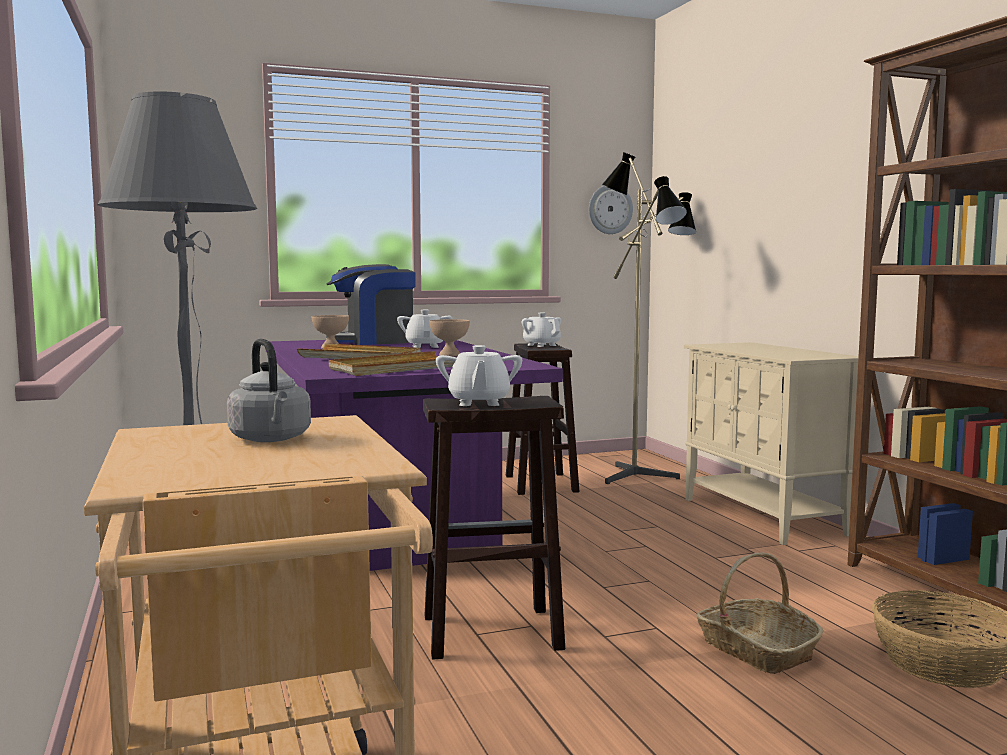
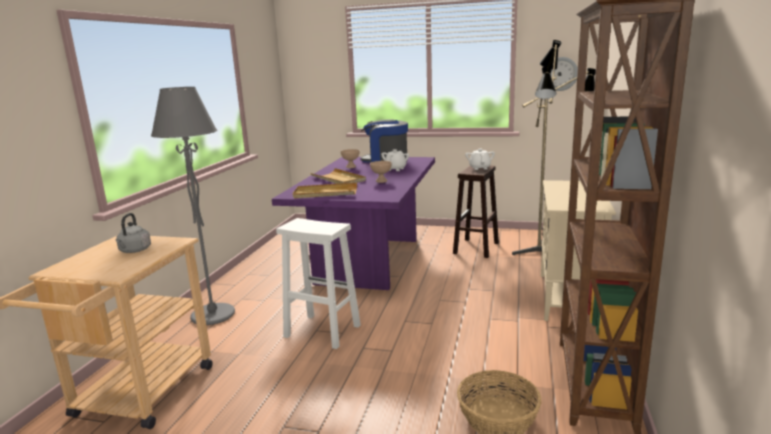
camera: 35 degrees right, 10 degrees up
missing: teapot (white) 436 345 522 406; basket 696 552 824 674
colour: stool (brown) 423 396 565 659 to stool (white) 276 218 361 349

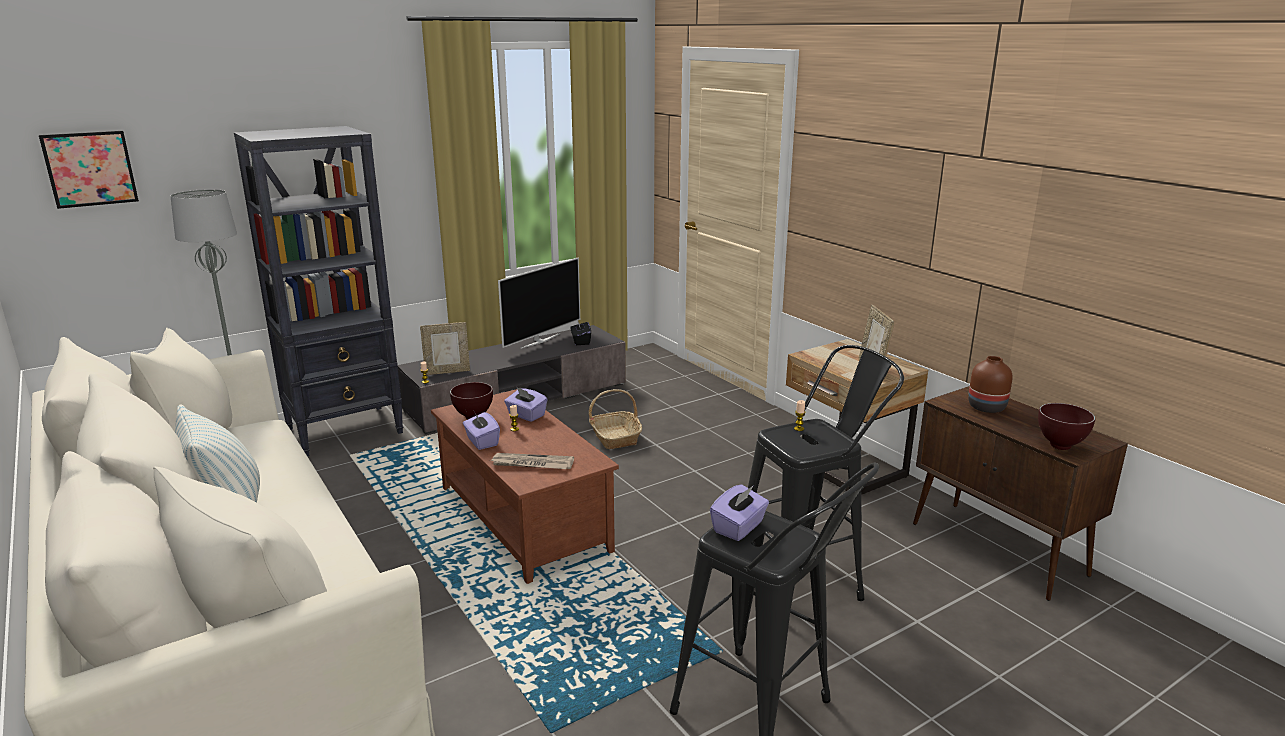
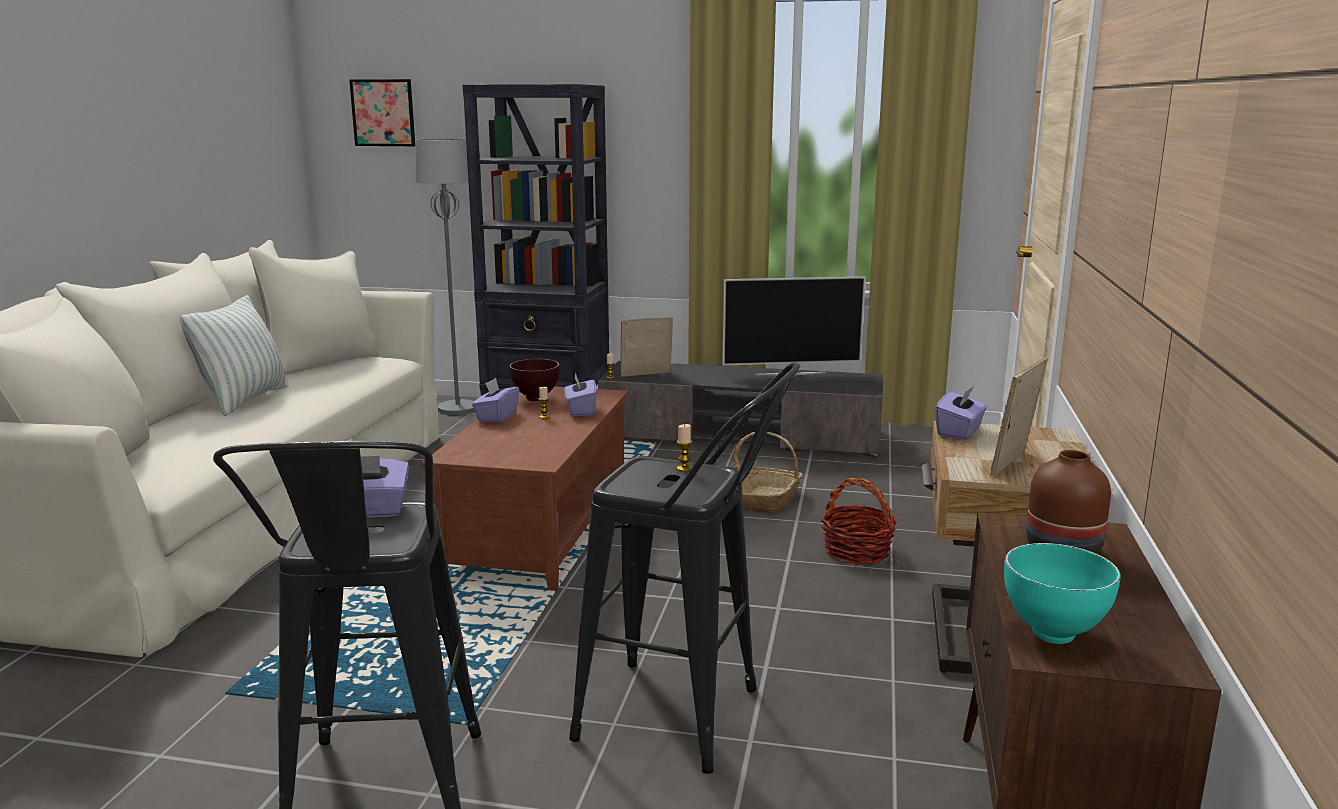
camera: 45 degrees right, 5 degrees down
missing: tissue box (black) 570 319 591 345; newspaper 490 453 574 469
appeared: tissue box (purple) 935 386 987 440; basket 821 478 897 565
colour: bowl (brown) 1038 403 1095 450 to bowl (turquoise) 1004 543 1121 644
spun: picture frame 420 322 470 375 = 620 317 673 377 135 degrees clockwise

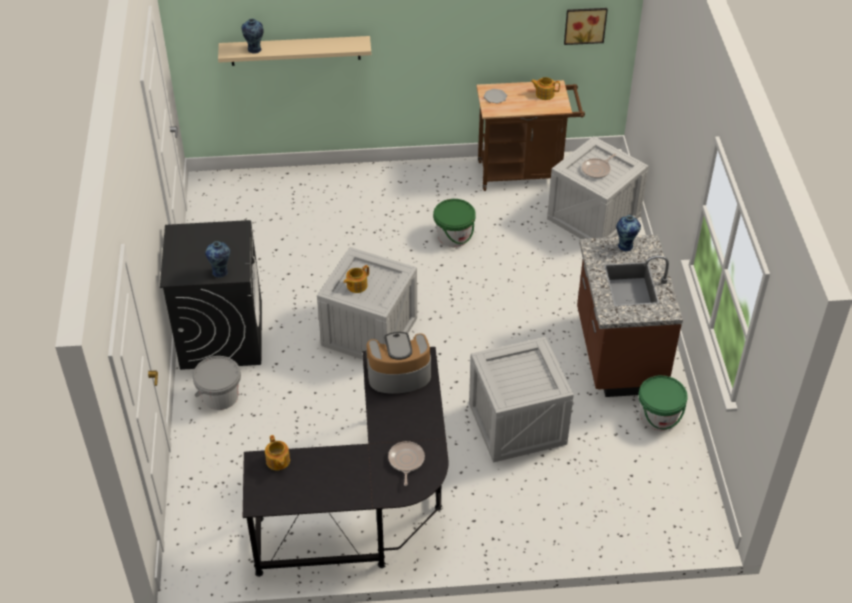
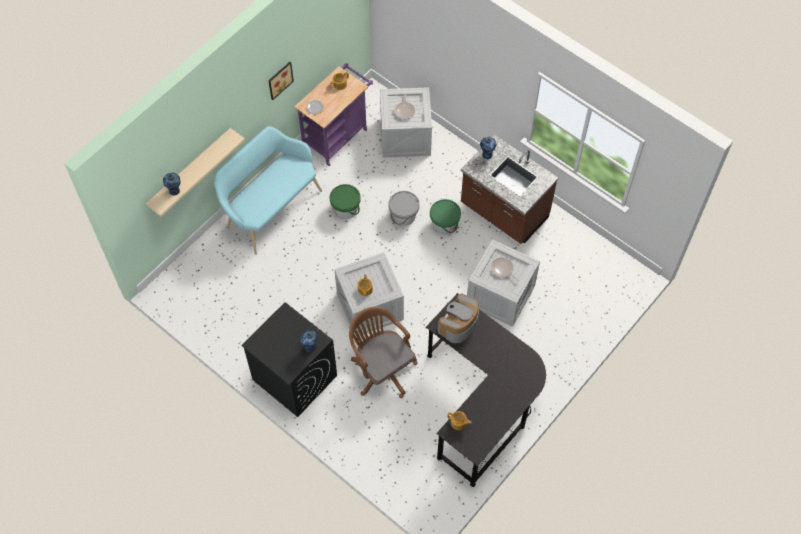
camera: 45 degrees left, 15 degrees up
appeared: bench (turquoise) 214 126 322 255; office chair (brown) 349 307 417 398
relocated: picture 564 8 608 45 to 268 62 294 100; bucket (grey) 193 356 241 410 to 388 191 420 226; bucket (green) 638 375 688 430 to 430 199 461 234; frying pan 388 441 425 486 to 491 257 519 281
colour: cart (brown) 477 80 585 191 to cart (purple) 295 63 373 166

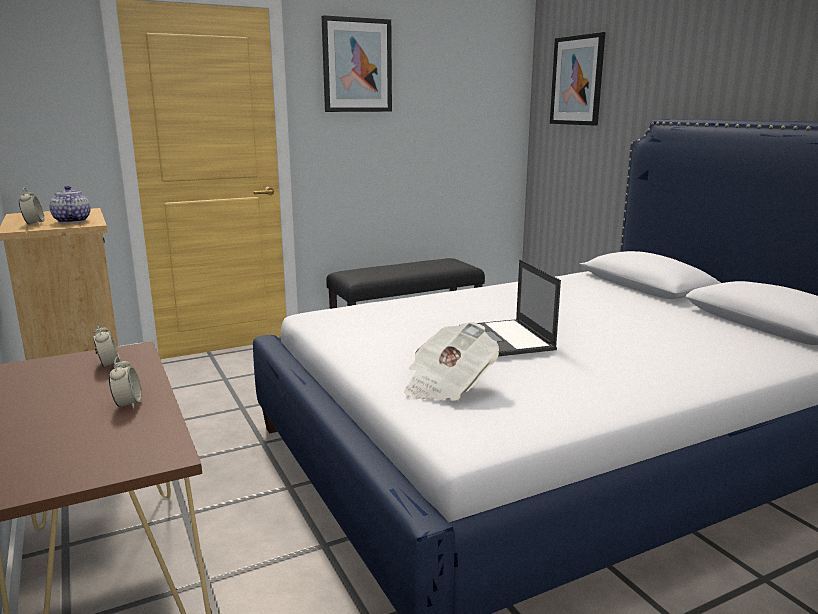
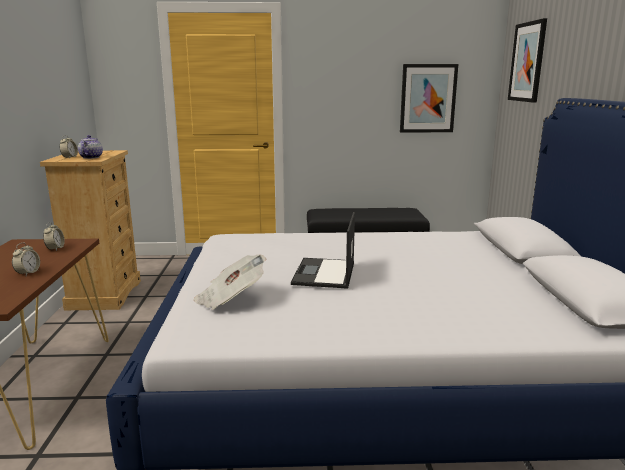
camera: 25 degrees right, 0 degrees up
relocated: picture 321 15 392 112 to 400 64 458 132

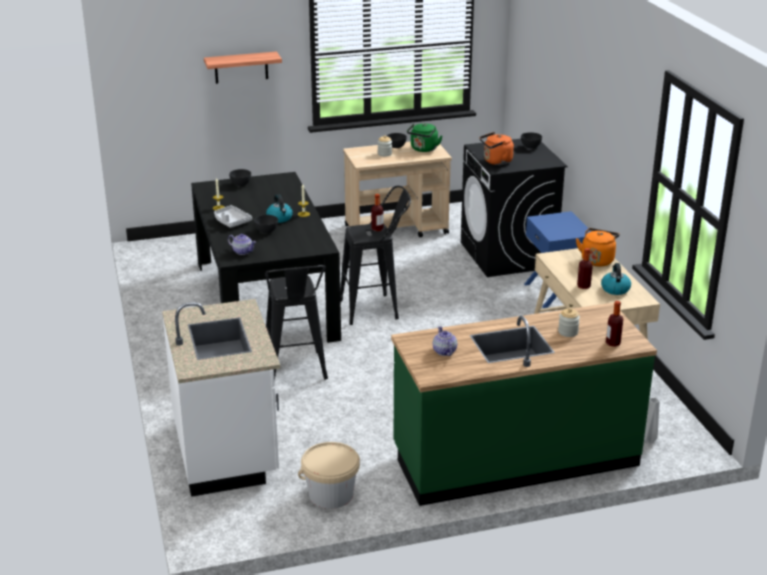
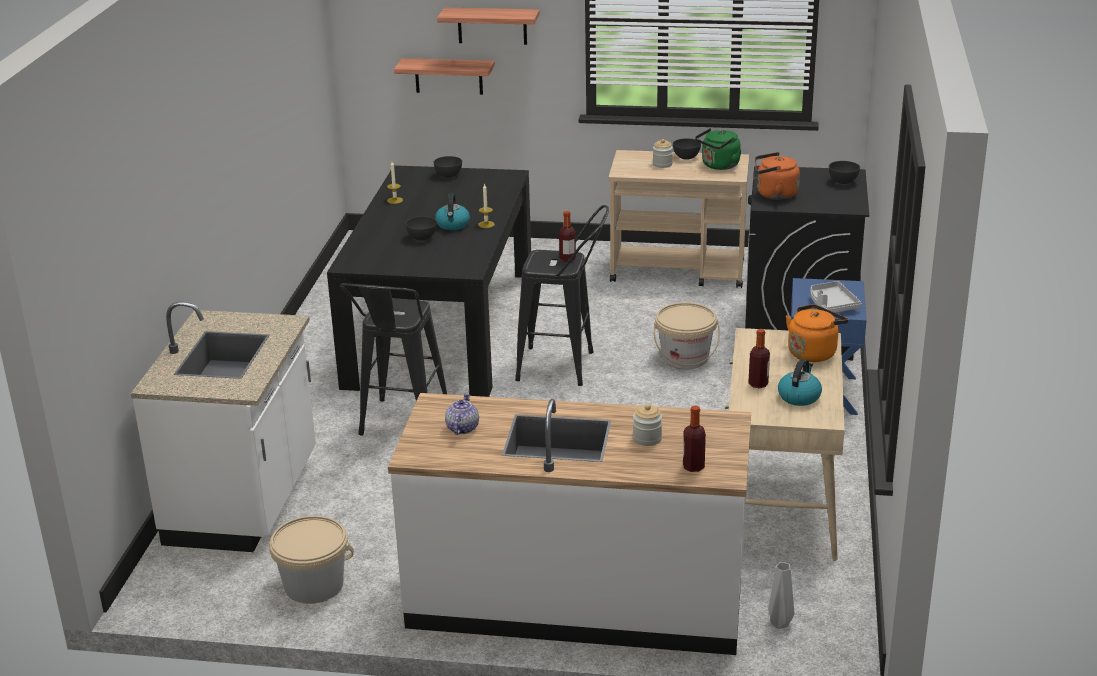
camera: 25 degrees right, 0 degrees up
missing: teapot 228 234 256 255
appeared: shelf 394 58 495 95; bucket (beige) 654 303 720 369
relocated: tray (grey) 214 205 252 228 to 811 281 861 312
colour: counter (green) 391 303 657 506 to counter (white) 388 393 751 655

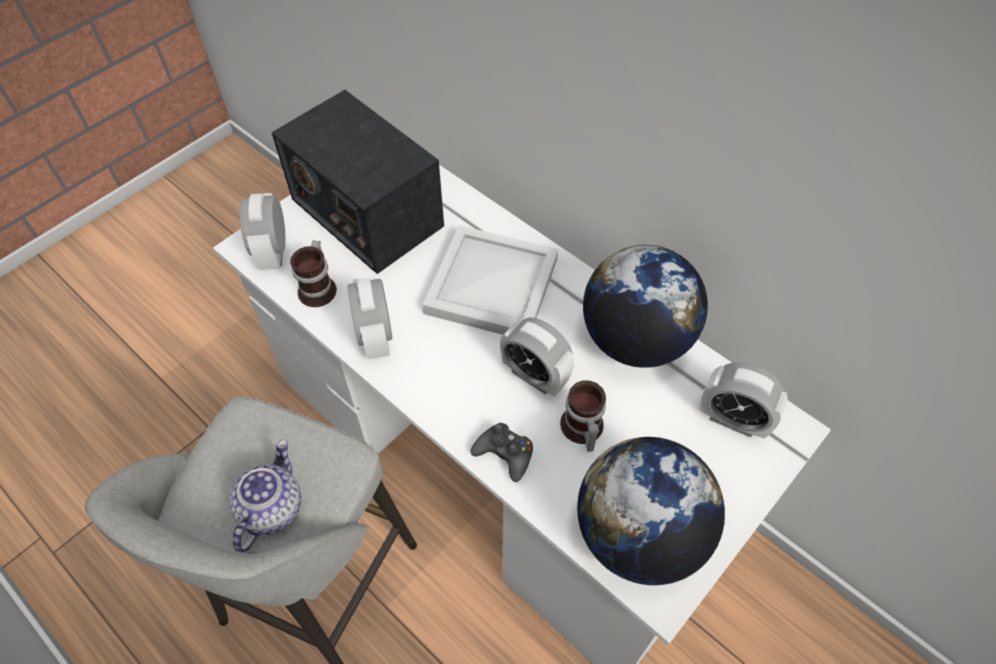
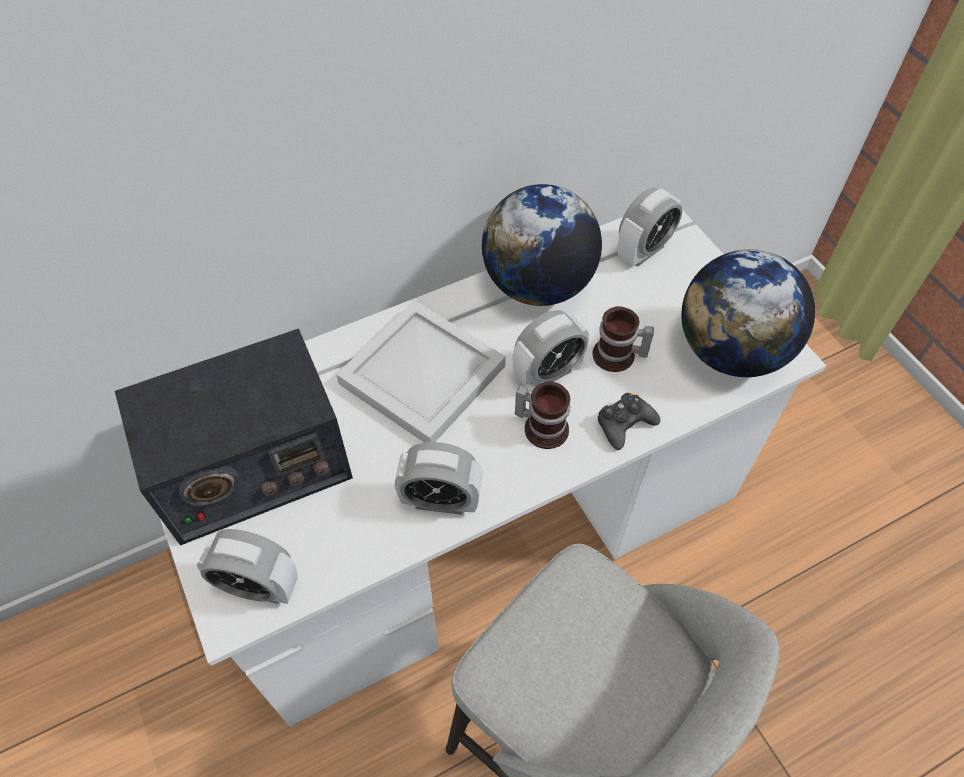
camera: 70 degrees left, 0 degrees up
missing: teapot 229 439 301 553
relocated: mug 290 240 337 307 to 515 381 570 449

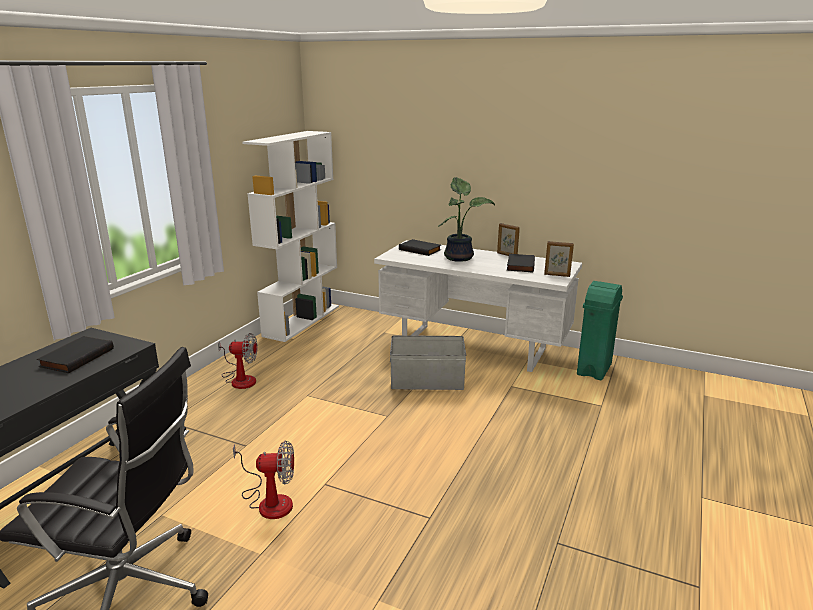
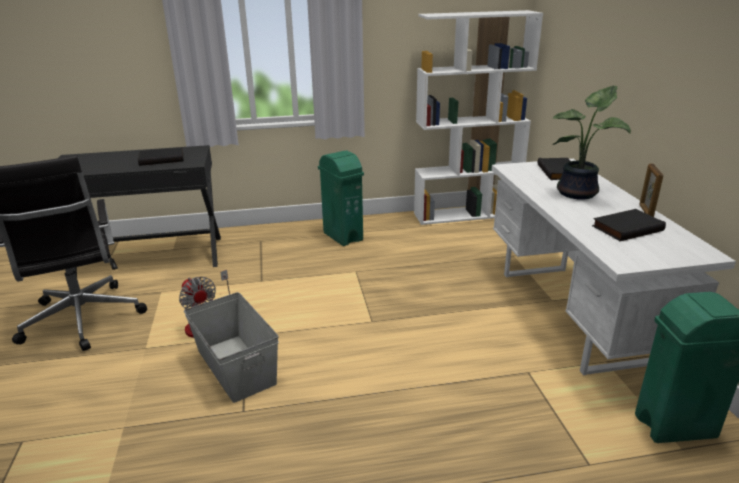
camera: 55 degrees right, 5 degrees up
missing: picture frame 544 241 574 277
relocated: storage box (grey) 390 335 466 390 to 184 292 279 403
exchanged: fan 218 333 258 389 to trash can (green) 318 151 364 246

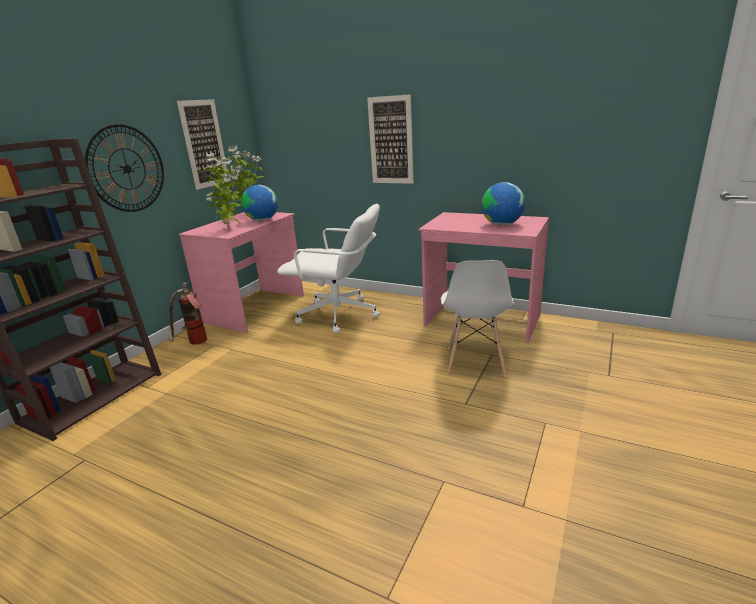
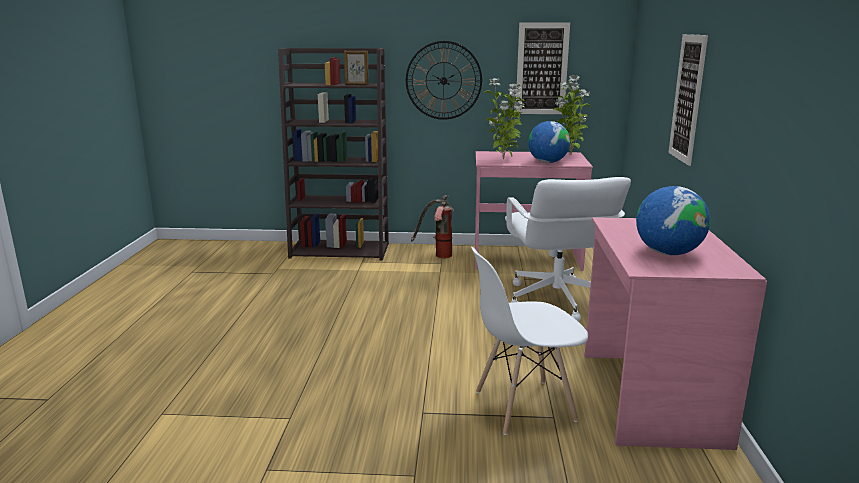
camera: 65 degrees right, 5 degrees down
appeared: picture frame 344 51 369 85

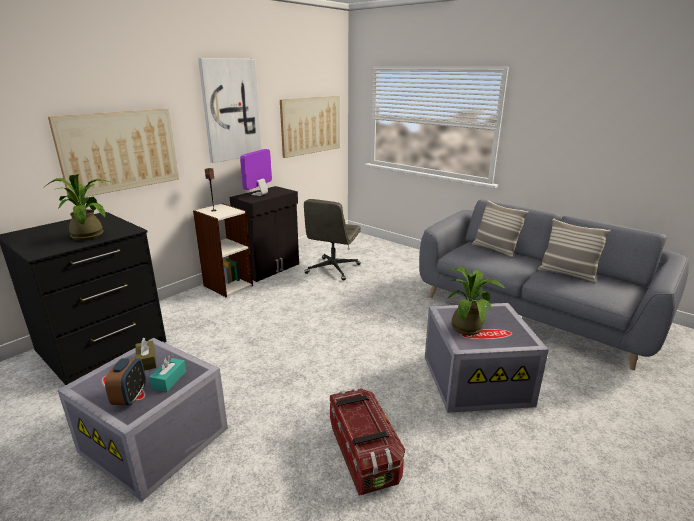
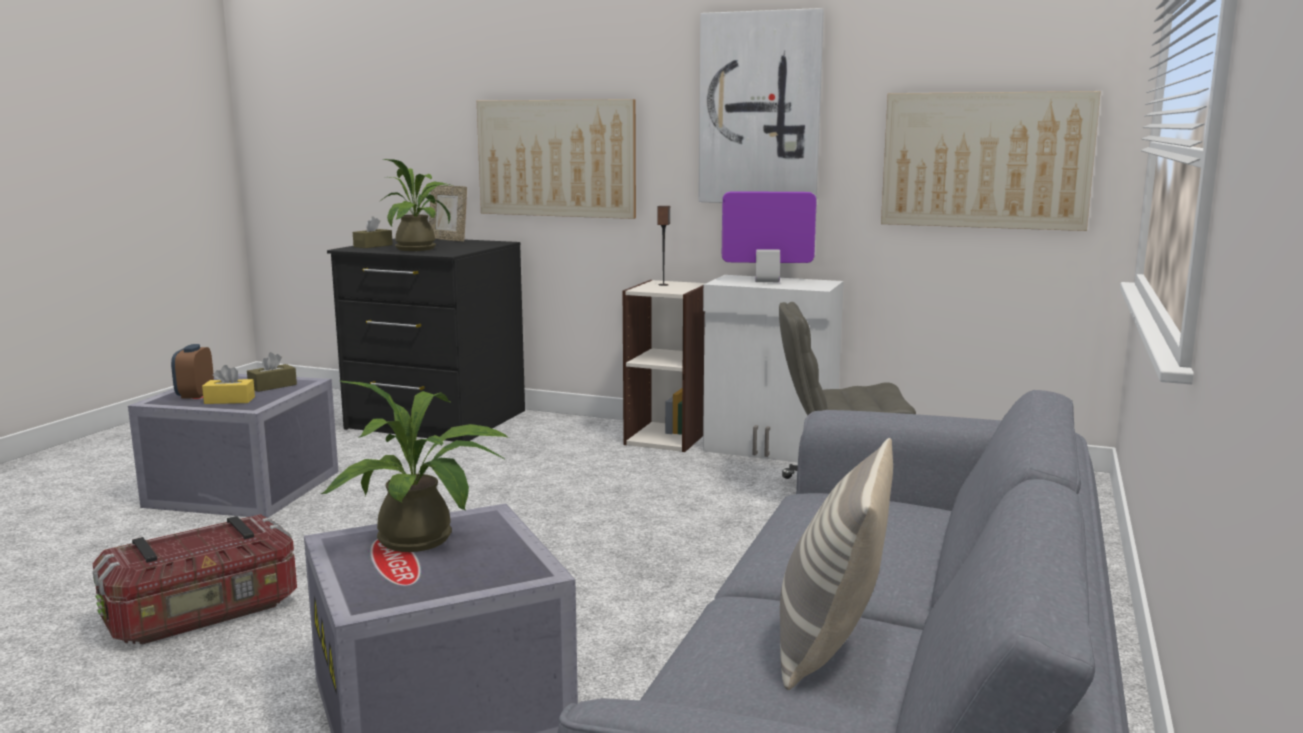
camera: 70 degrees right, 10 degrees down
missing: pillow 472 200 529 257
appeared: picture frame 429 185 467 242; tissue box (brown) 353 216 393 248
colour: cabinet (black) 230 186 299 282 to cabinet (white) 703 275 844 462; tissue box (turquoise) 149 355 186 392 to tissue box (yellow) 202 365 255 404
spun: alarm clock 105 358 146 405 = 171 344 214 399 105 degrees clockwise

